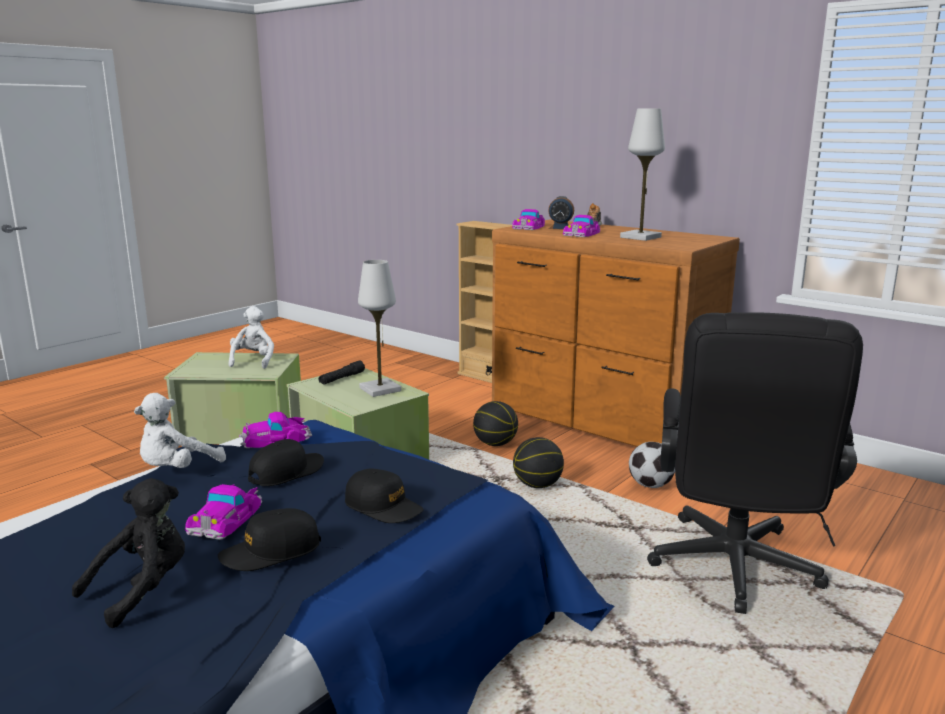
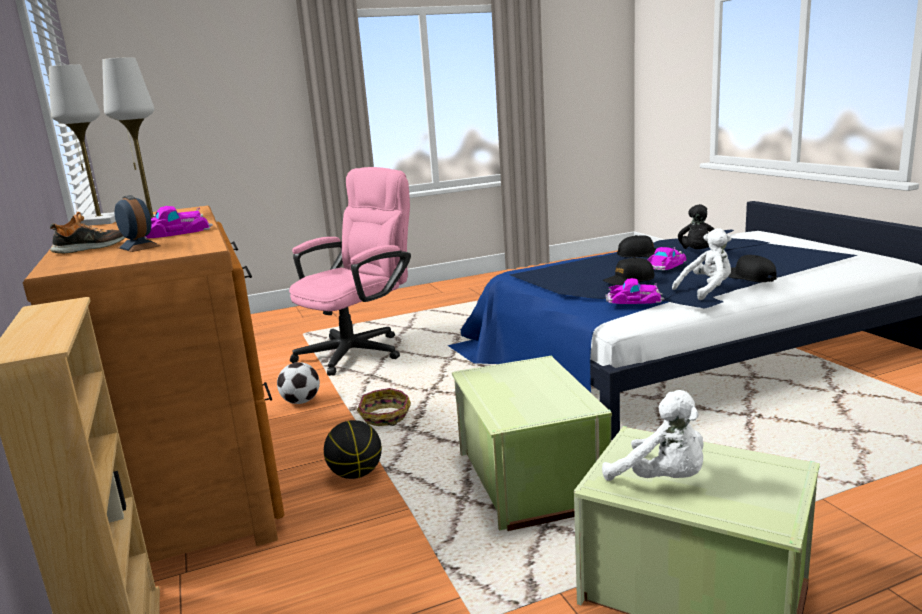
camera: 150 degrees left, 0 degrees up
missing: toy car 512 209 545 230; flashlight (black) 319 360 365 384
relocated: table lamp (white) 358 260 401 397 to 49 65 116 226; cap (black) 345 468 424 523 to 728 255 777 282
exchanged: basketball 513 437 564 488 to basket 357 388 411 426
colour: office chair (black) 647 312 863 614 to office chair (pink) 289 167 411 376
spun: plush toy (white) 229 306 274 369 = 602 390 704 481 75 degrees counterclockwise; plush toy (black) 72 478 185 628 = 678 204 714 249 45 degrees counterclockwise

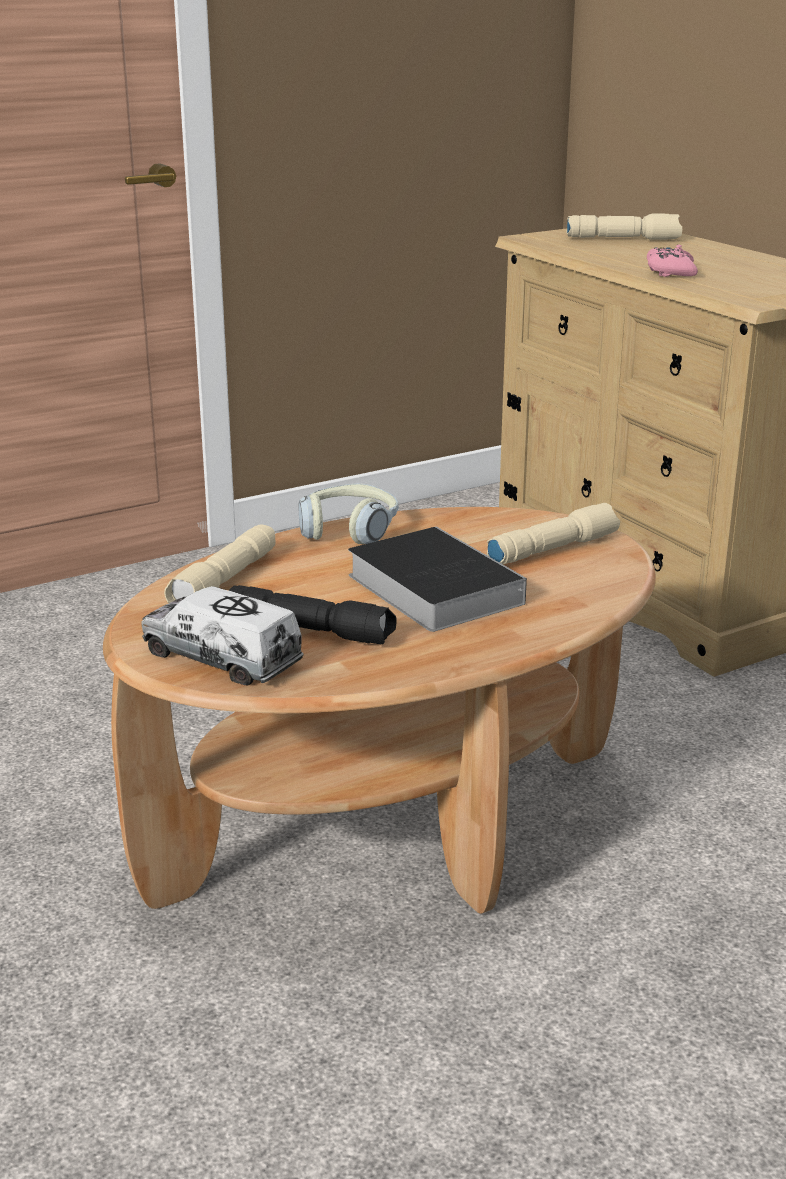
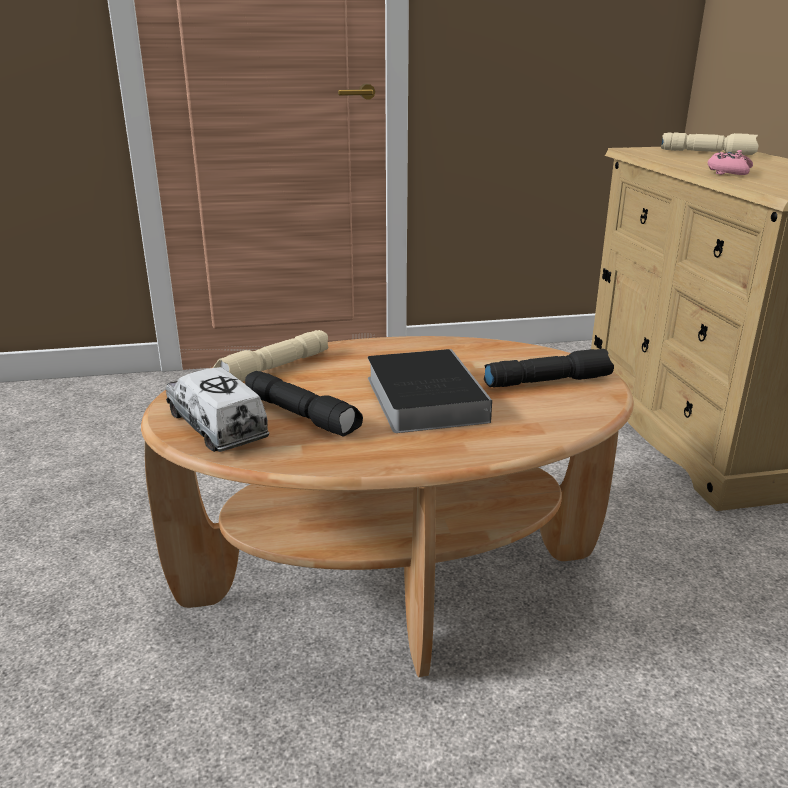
camera: 20 degrees right, 0 degrees up
missing: headphones 298 483 399 544
colour: flashlight (beige) 487 503 620 564 to flashlight (black) 484 349 614 387

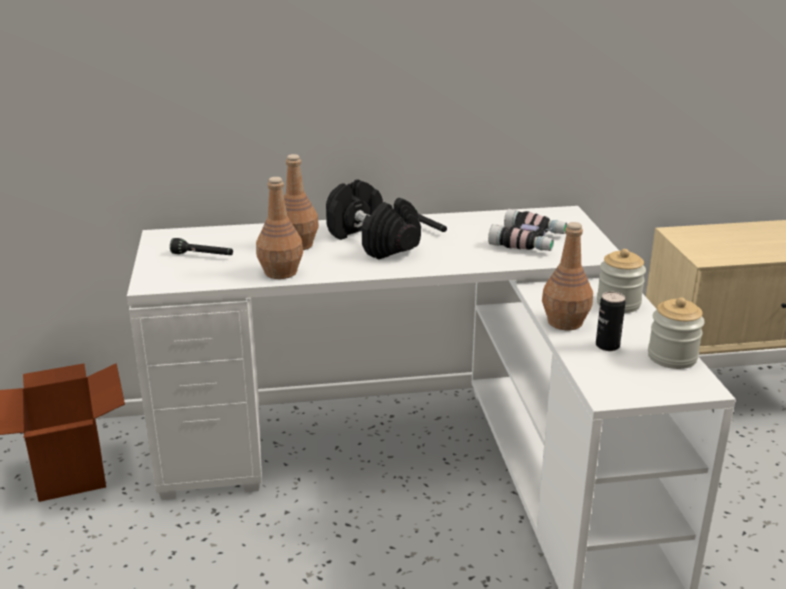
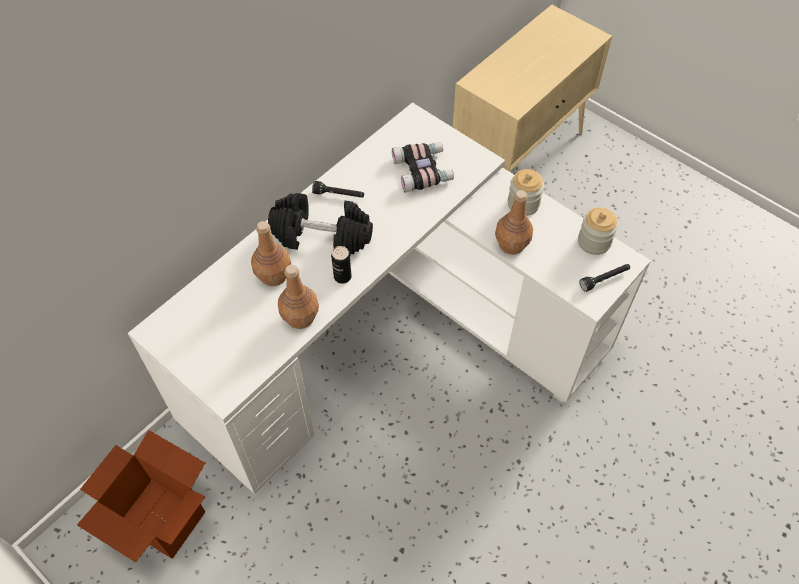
camera: 40 degrees left, 30 degrees up
relocated: flashlight (black) 170 238 233 255 to 580 264 630 292; can 596 292 626 351 to 331 246 351 284

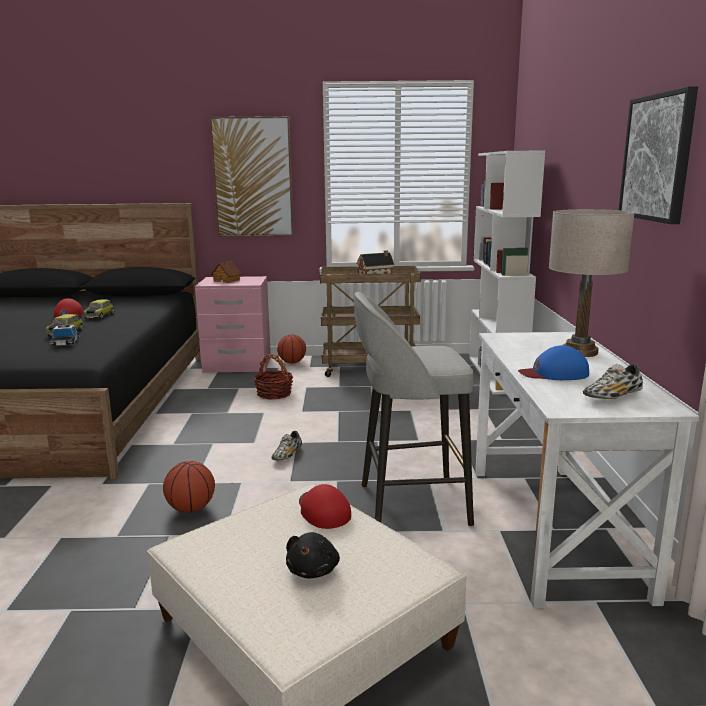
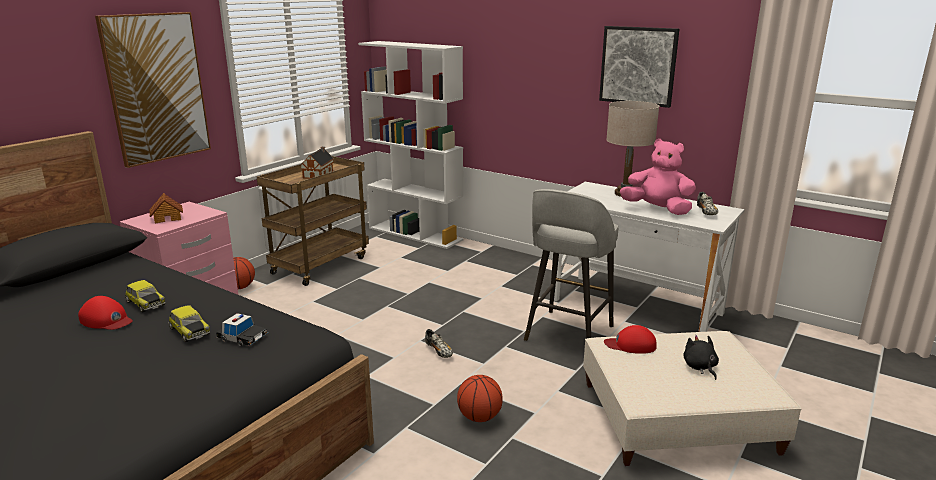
camera: 55 degrees left, 5 degrees up
missing: basket 254 354 293 400
exchanged: cap (blue) 518 345 589 380 to plush toy (pink) 620 139 696 215
spun: plush toy (black) 286 532 340 578 = 683 335 719 380 150 degrees counterclockwise

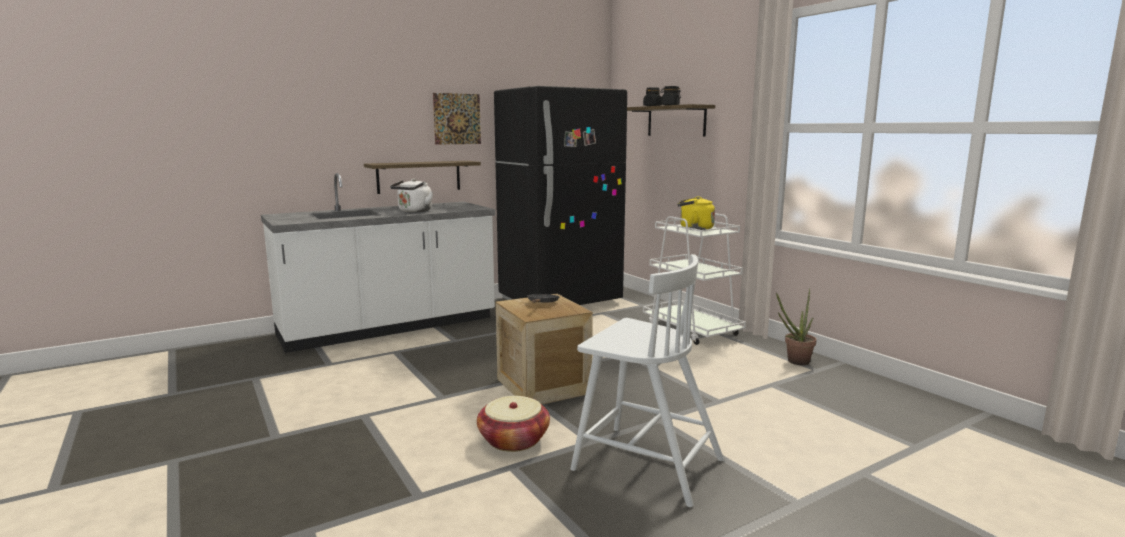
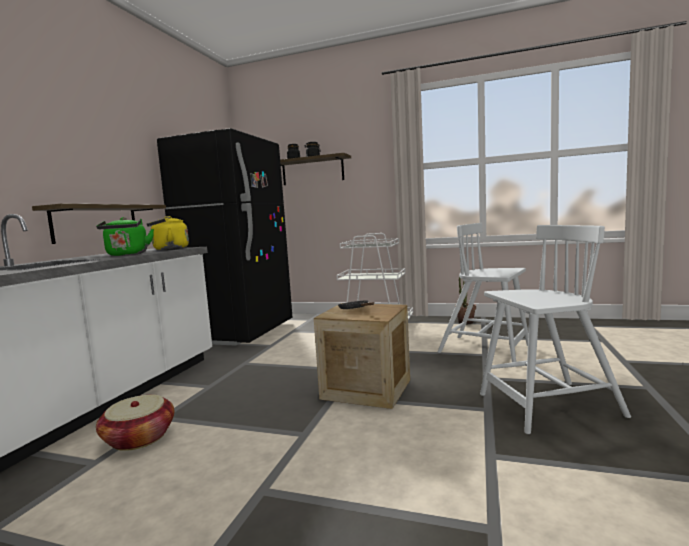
camera: 40 degrees left, 5 degrees down
missing: picture 433 93 481 145
appeared: chair (white) 437 223 528 362
relocated: kettle (yellow) 678 196 715 230 to 147 216 189 250; basket 477 396 550 452 to 96 395 174 451
colour: kettle (white) 390 179 433 212 to kettle (green) 96 217 154 256

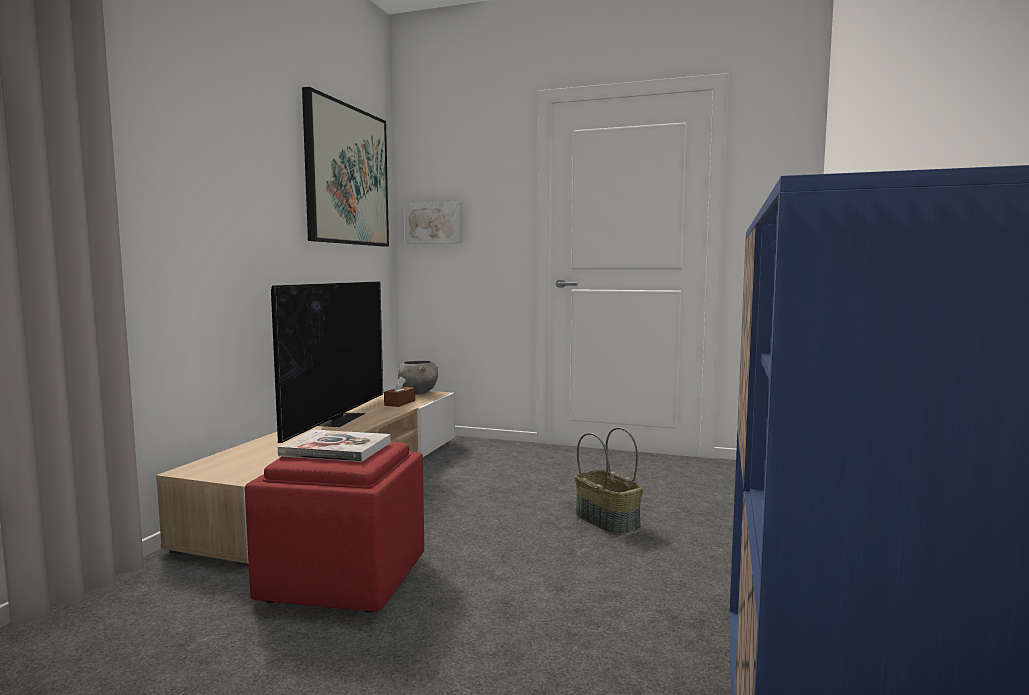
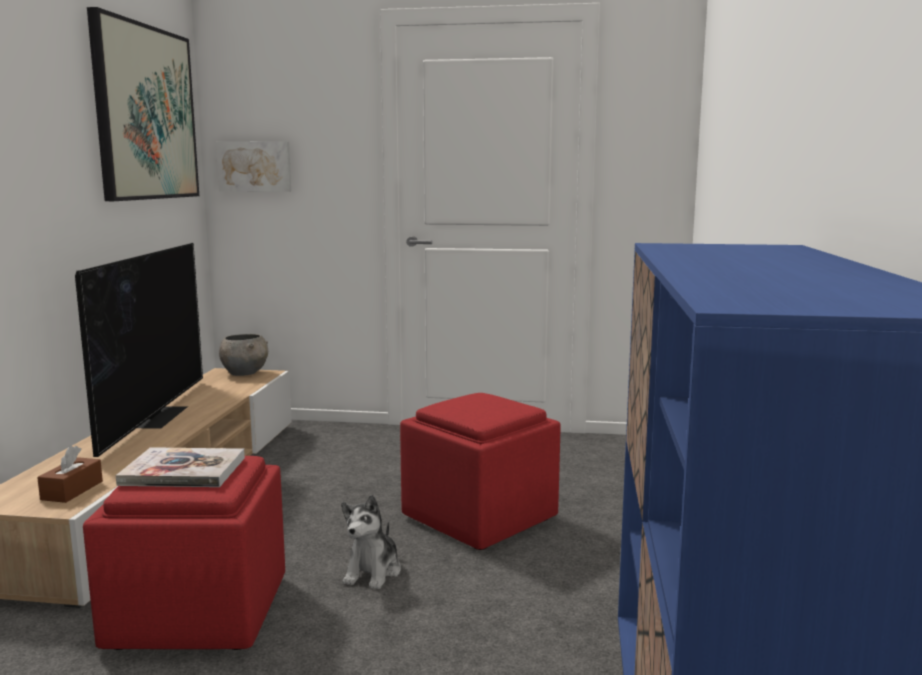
camera: 10 degrees left, 5 degrees up
appeared: plush toy 341 495 401 589
relocated: tissue box (brown) 384 376 415 407 to 37 445 103 503
exchanged: basket 575 427 643 535 to ottoman (red) 400 393 561 550

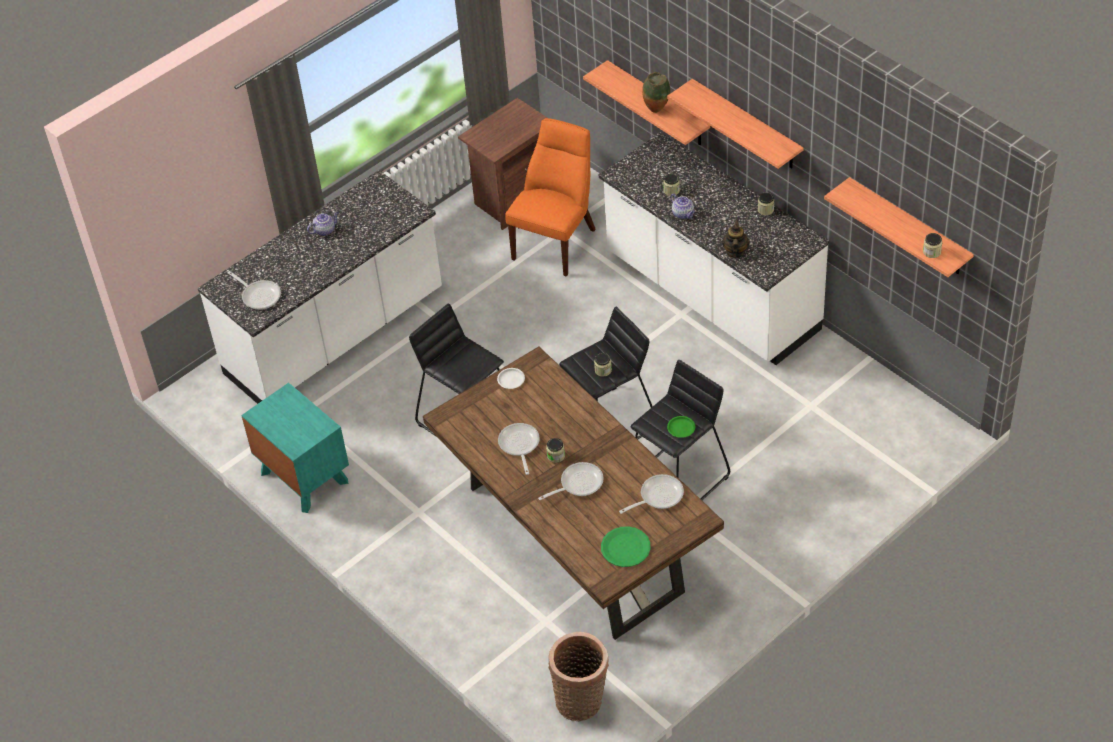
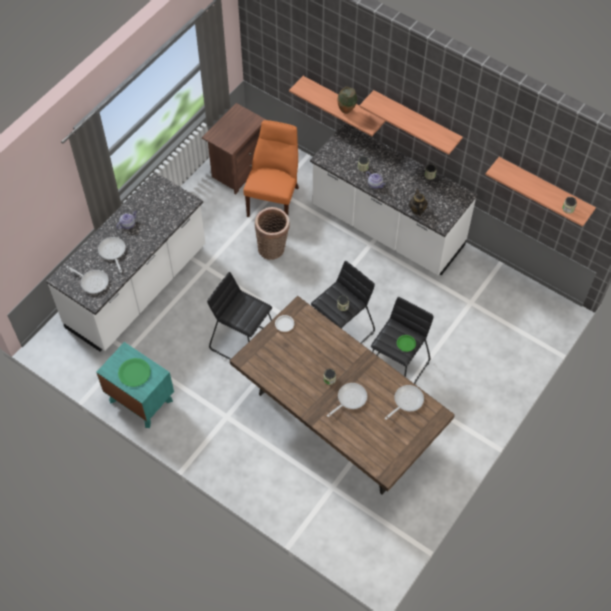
camera: 15 degrees left, 10 degrees up
relocated: frying pan 498 423 540 475 to 98 237 126 273; plate (green) 601 526 651 567 to 118 358 151 387; basket 549 632 609 721 to 254 207 290 260

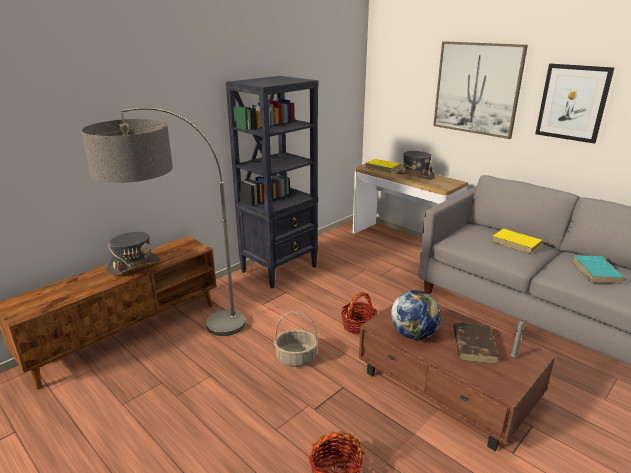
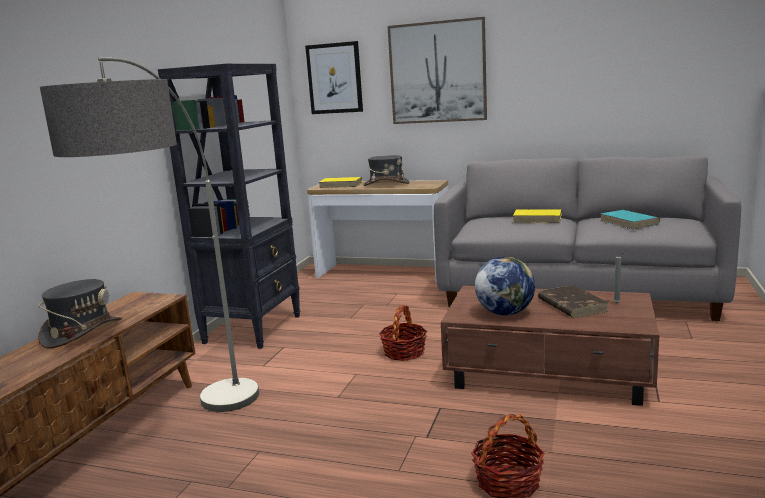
camera: 25 degrees left, 10 degrees down
missing: basket 274 311 318 367
relocated: picture 535 64 614 144 to 305 41 363 114

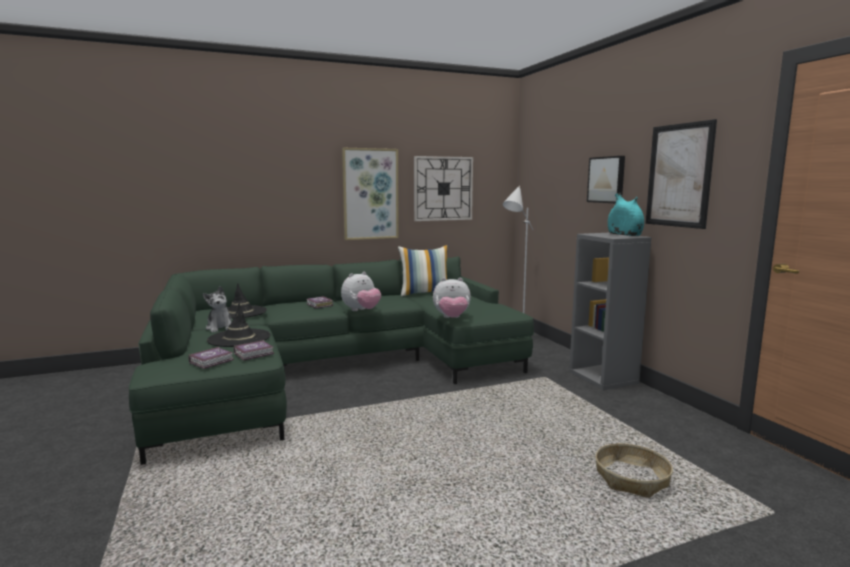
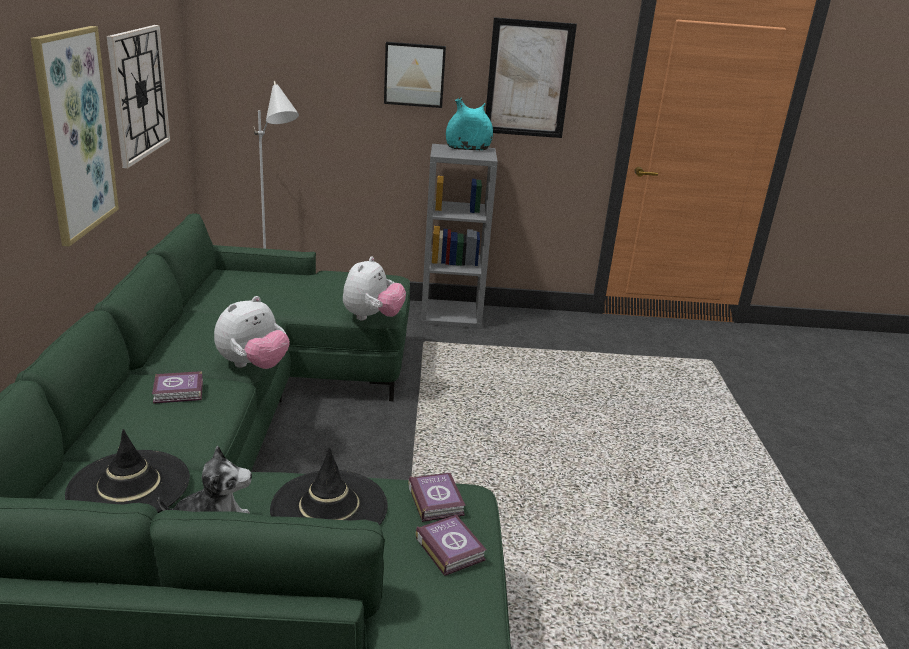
camera: 70 degrees left, 15 degrees up
missing: pillow 398 245 448 296; basket 595 443 673 498
spun: plush toy 341 272 381 311 = 214 296 290 369 60 degrees clockwise

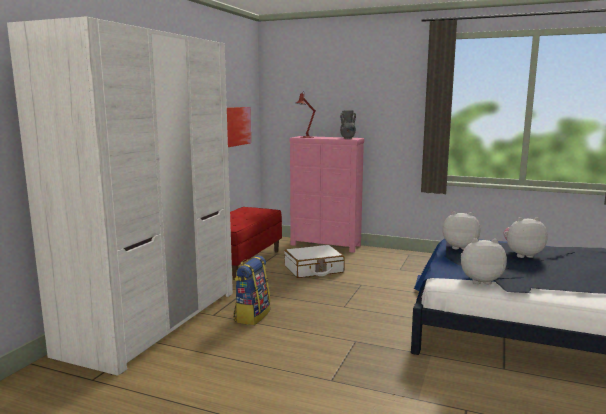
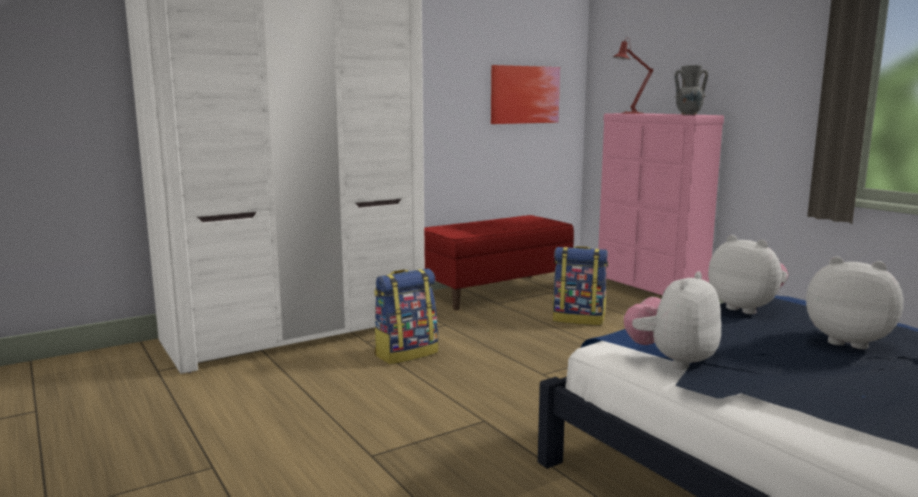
camera: 35 degrees right, 0 degrees up
exchanged: suitcase (white) 284 245 345 278 to backpack 553 246 608 325
spun: plush toy 461 238 507 284 = 624 272 721 370 90 degrees counterclockwise

